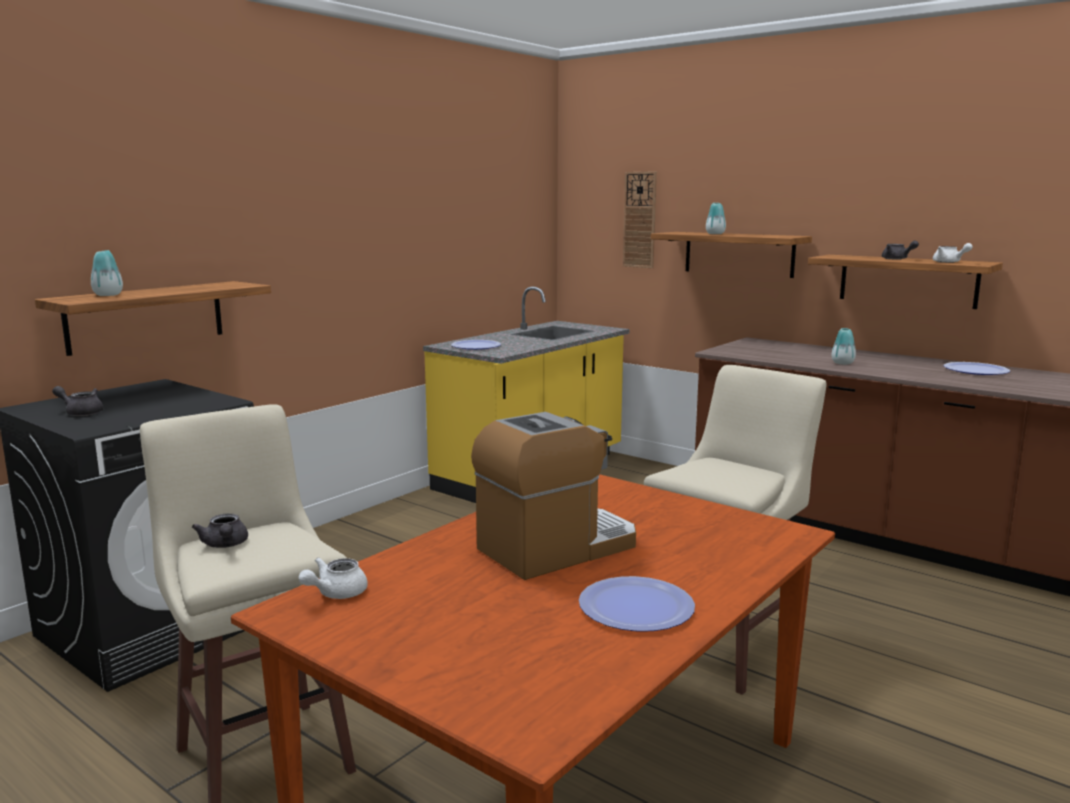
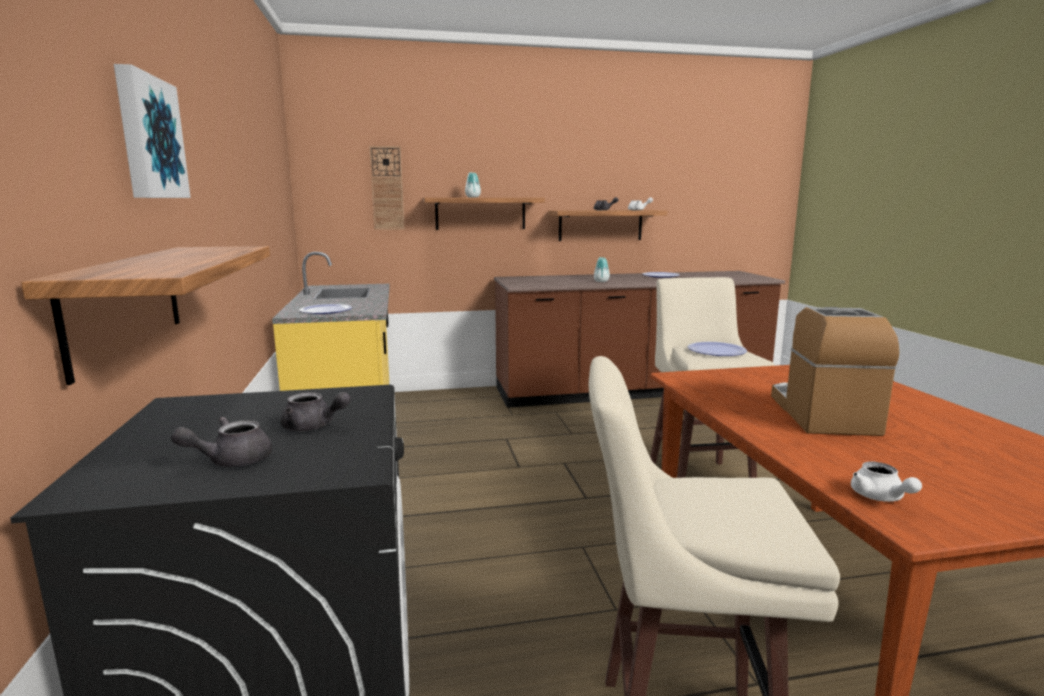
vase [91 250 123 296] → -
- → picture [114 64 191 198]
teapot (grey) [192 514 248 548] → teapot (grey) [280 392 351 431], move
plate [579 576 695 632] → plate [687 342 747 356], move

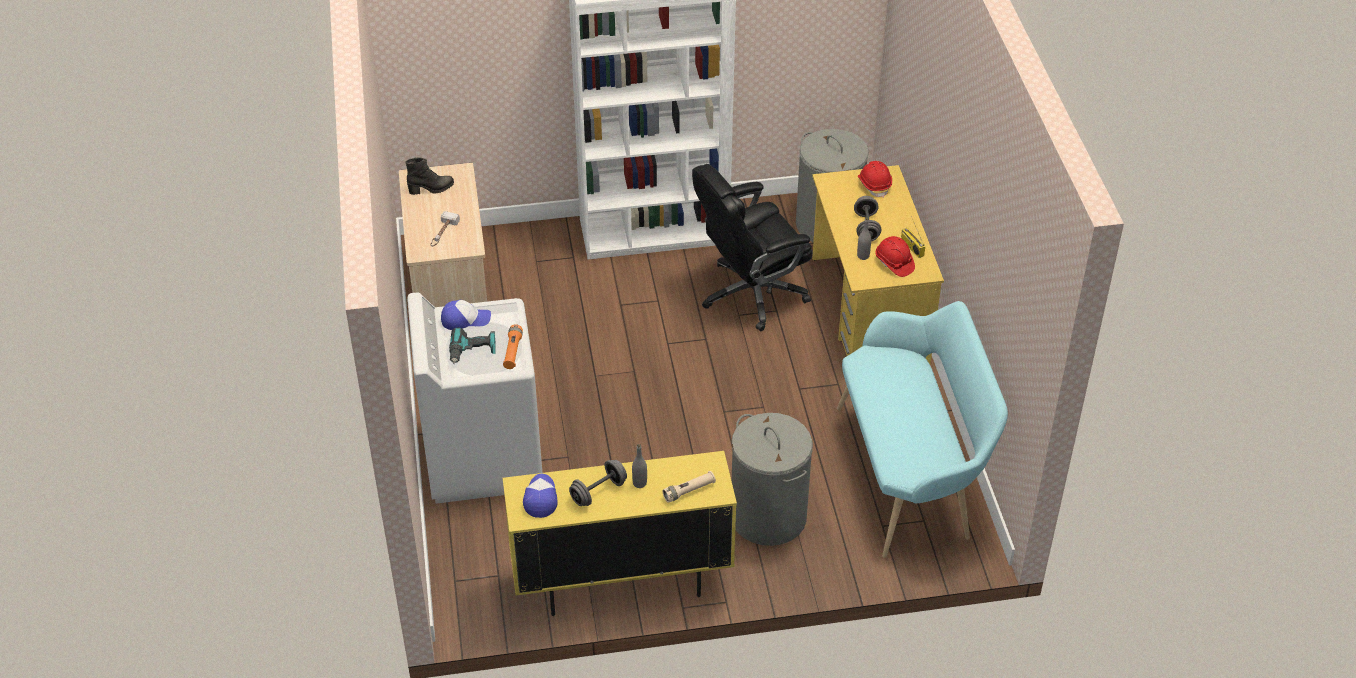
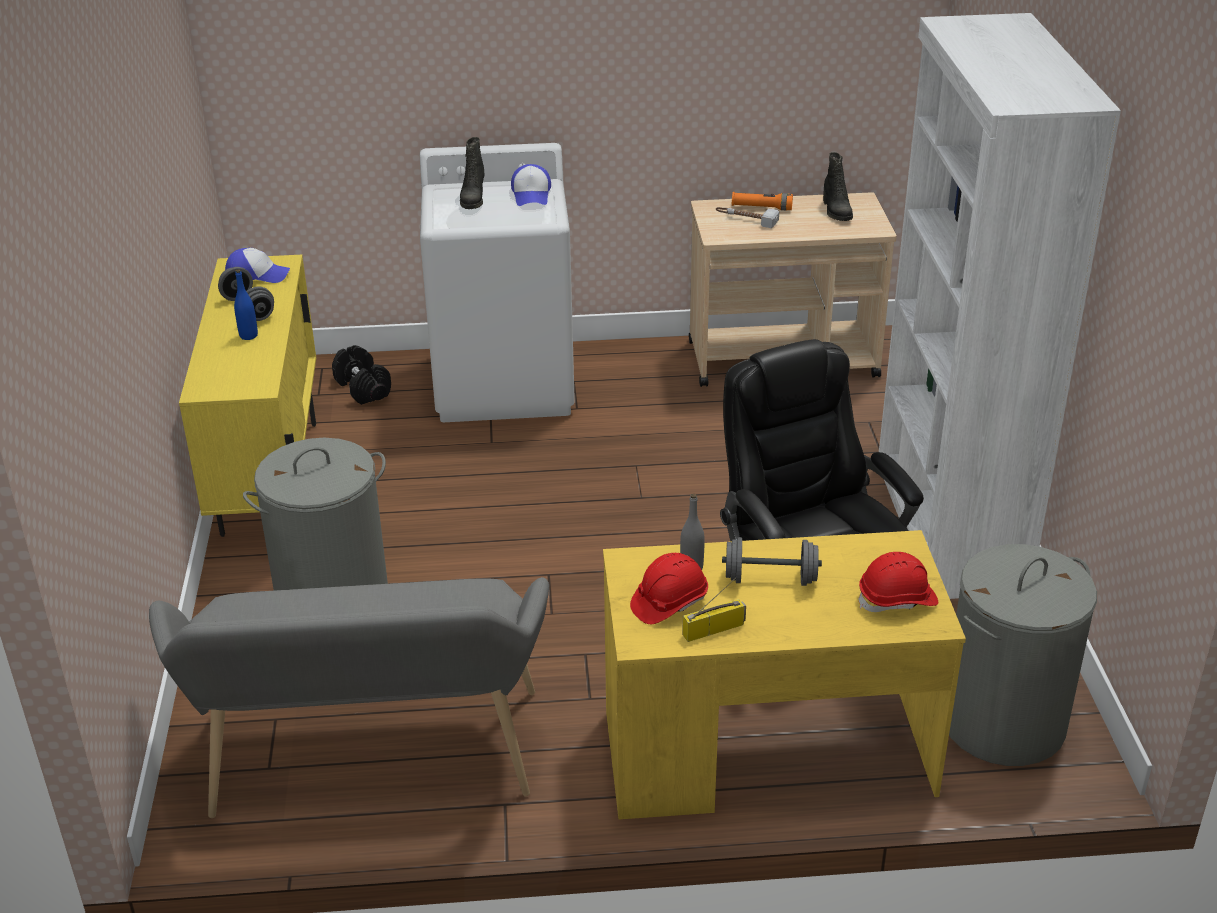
flashlight (beige) [663 471 716 502] → -
- → dumbbell (black) [332 345 391 405]
flashlight (orange) [503 324 523 369] → flashlight (orange) [732 192 793 210], move
power drill [449 327 495 364] → boot (black) [460 137 485 209]
bottle (grey) [632 444 647 488] → bottle (blue) [234 269 258 340]
bench (turquoise) [837 301 1008 558] → bench (grey) [149 577 549 818]

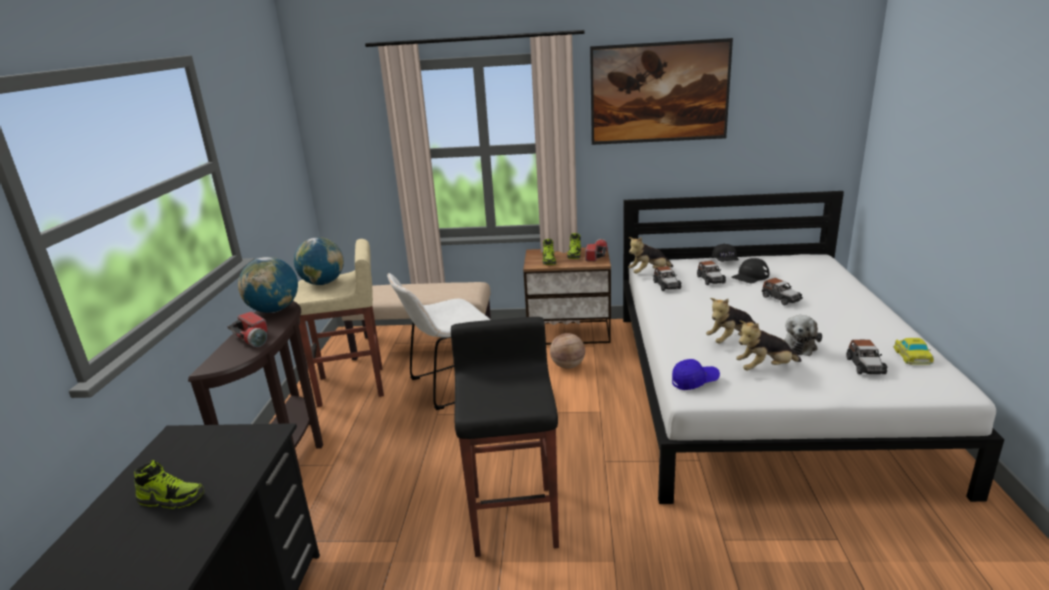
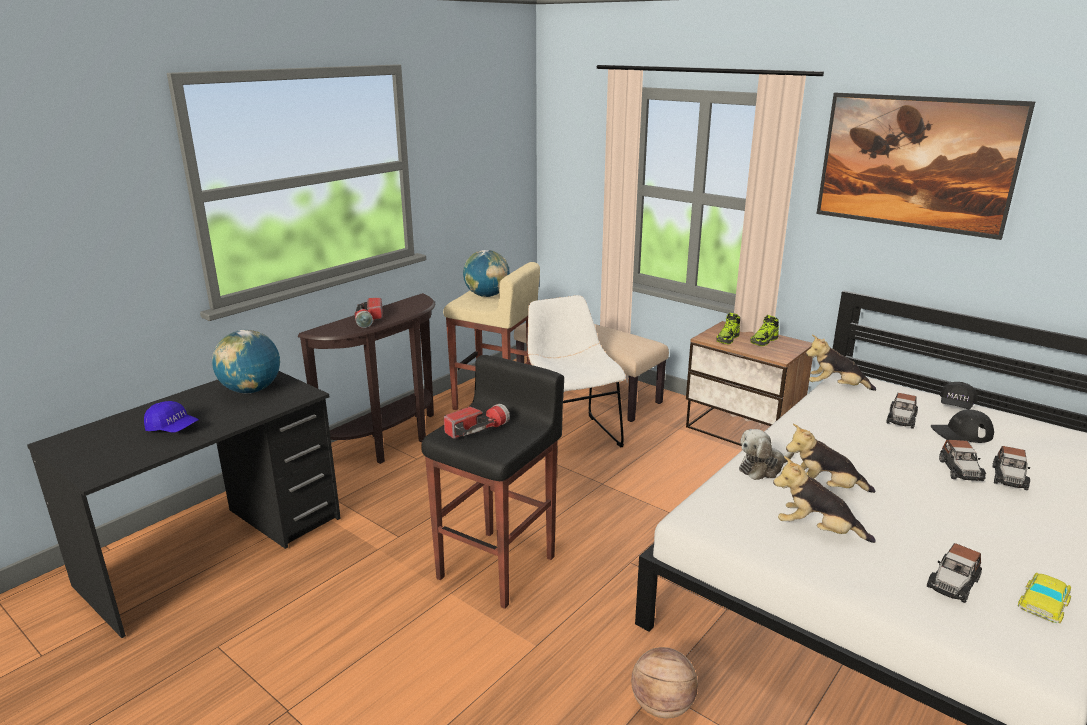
shoe [134 460 204 509] → -
globe [238 257 298 313] → globe [212 330 280 394], move
basketball [550 333 585 369] → basketball [631 647 698 718], move
flashlight [585 239 608 261] → flashlight [444 404 510 439], move
toy car [653 266 682 291] → toy car [993 446 1031 490], move
cap (blue) [672 359 720 390] → cap (blue) [144 401 199 432], move
plush toy [783 315 822 356] → plush toy [739 429 794 480], move
chair (white) [387 273 490 410] → chair (white) [527 295 626 447], 60 degrees clockwise

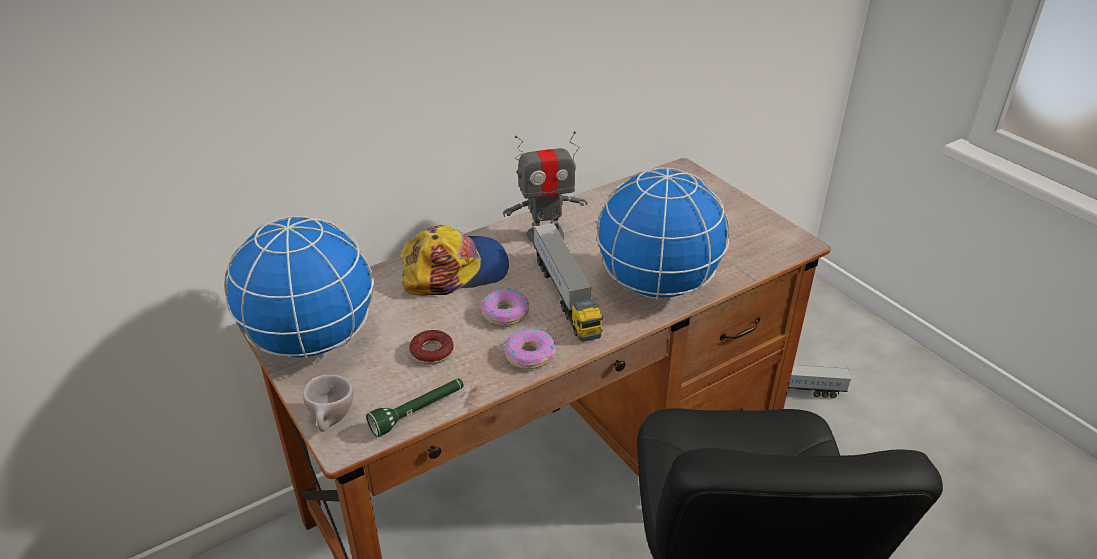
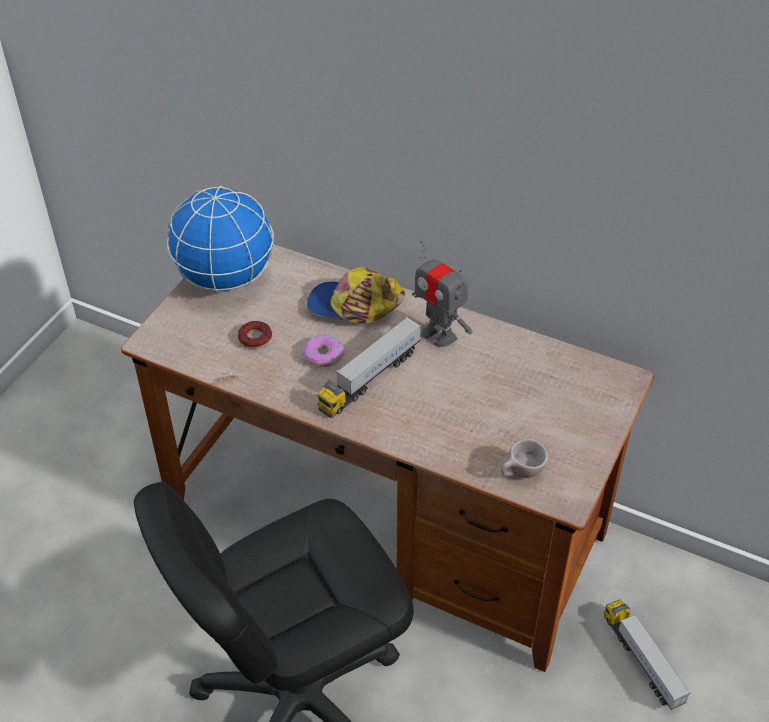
flashlight (green) [366 378 464 437] → -
donut [504 328 556 369] → -
globe [596 168 730 300] → -
cup (beige) [303 375 353 432] → cup (beige) [501 439 548 478], move
cap [400 225 509 295] → cap [307 267 405 323], 150 degrees clockwise

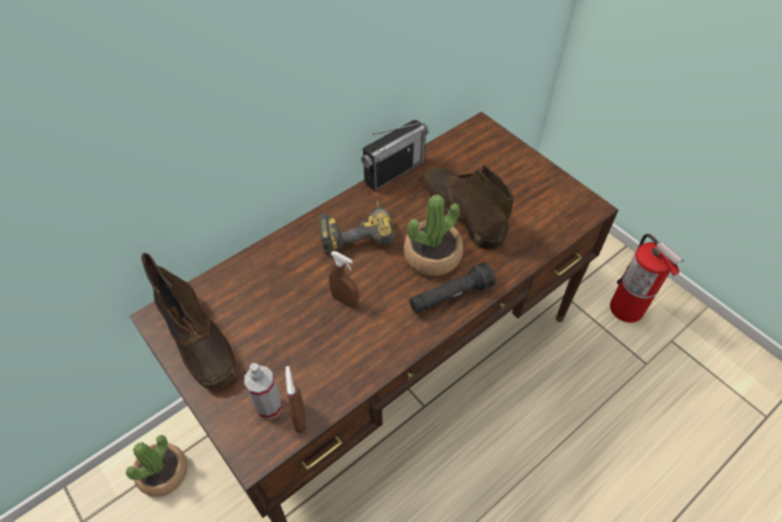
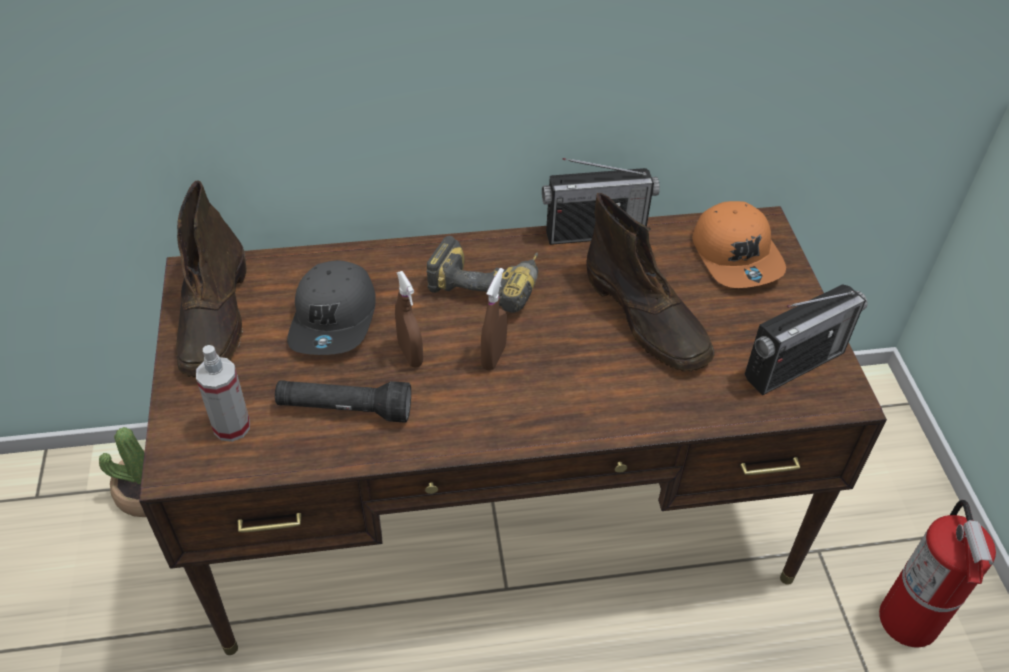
potted plant [404 194 463 276] → -
- → cap (grey) [287 260 376 355]
- → cap (orange) [692 201 786 288]
- → radio [745 284 868 396]
spray bottle (brown) [285 366 306 433] → spray bottle (brown) [481 268 507 371], move
flashlight (black) [409 262 496 313] → flashlight (black) [275 380 411 423], move
boot (brown) [423 165 514 250] → boot (brown) [587 193 715 372], 150 degrees clockwise

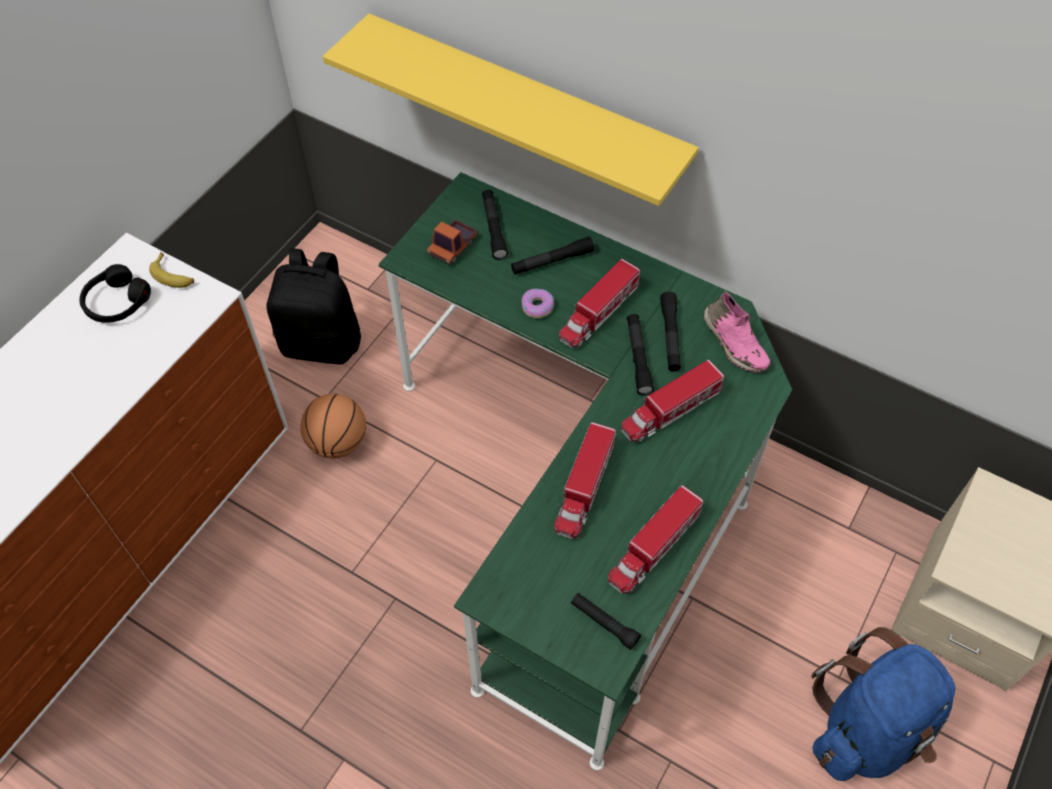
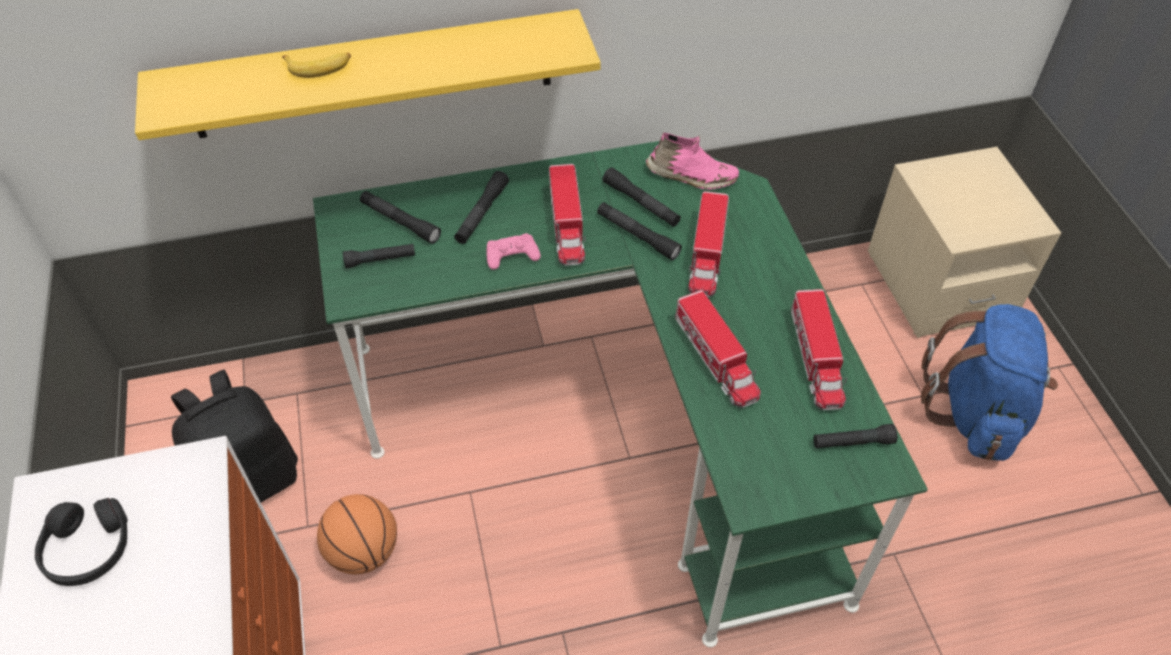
banana [149 252 194 288] → banana [282 52 351 78], move
toy truck [427 219 477 265] → flashlight (black) [343 244 415 268]
donut [522 289 554 318] → game controller (pink) [486 233 541 270]

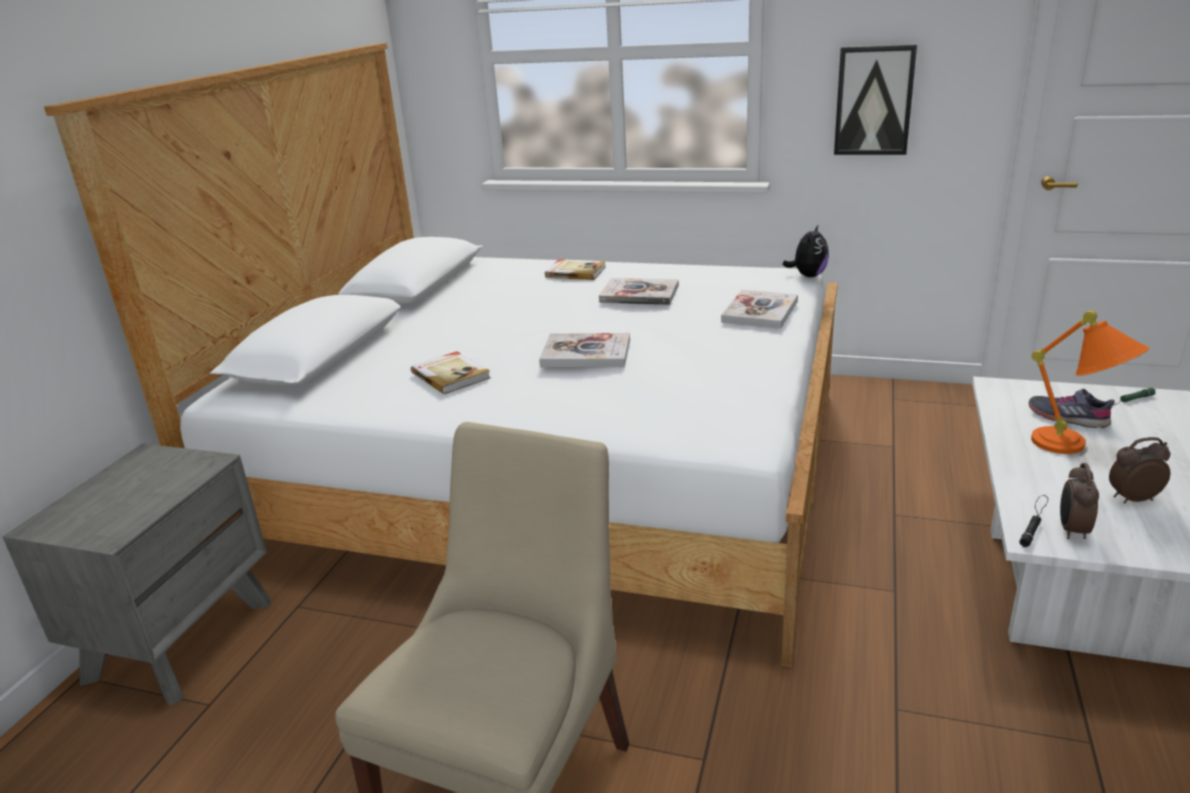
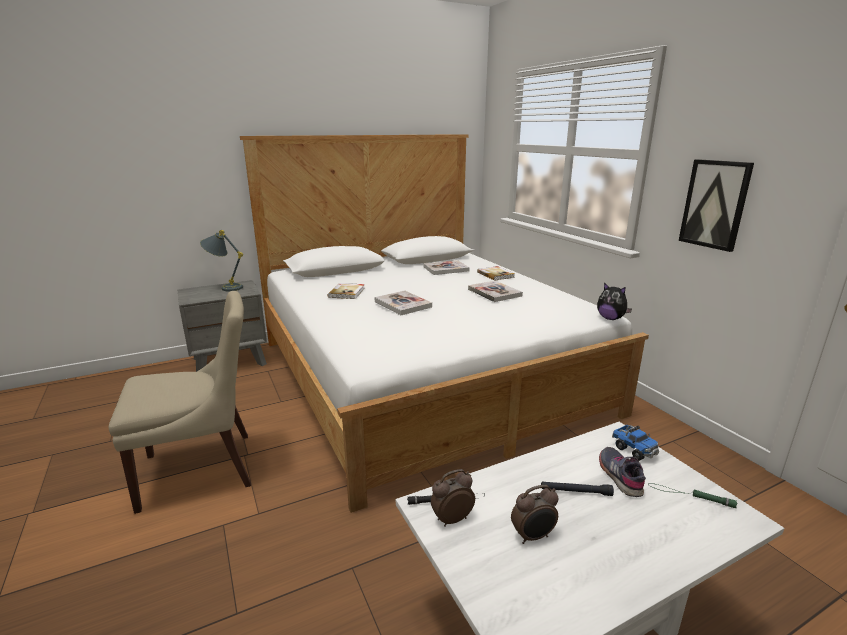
- → table lamp (grey) [200 230 243 291]
- → toy truck [612 425 659 461]
book [721 290 798 329] → book [424 260 470 275], move
table lamp (orange) [1031 310 1150 454] → flashlight (black) [541 481 614 496]
plush toy [783 224 829 277] → plush toy [597 282 632 320], 60 degrees clockwise
alarm clock [1109 437 1170 504] → alarm clock [511 485 559 544], 120 degrees clockwise

